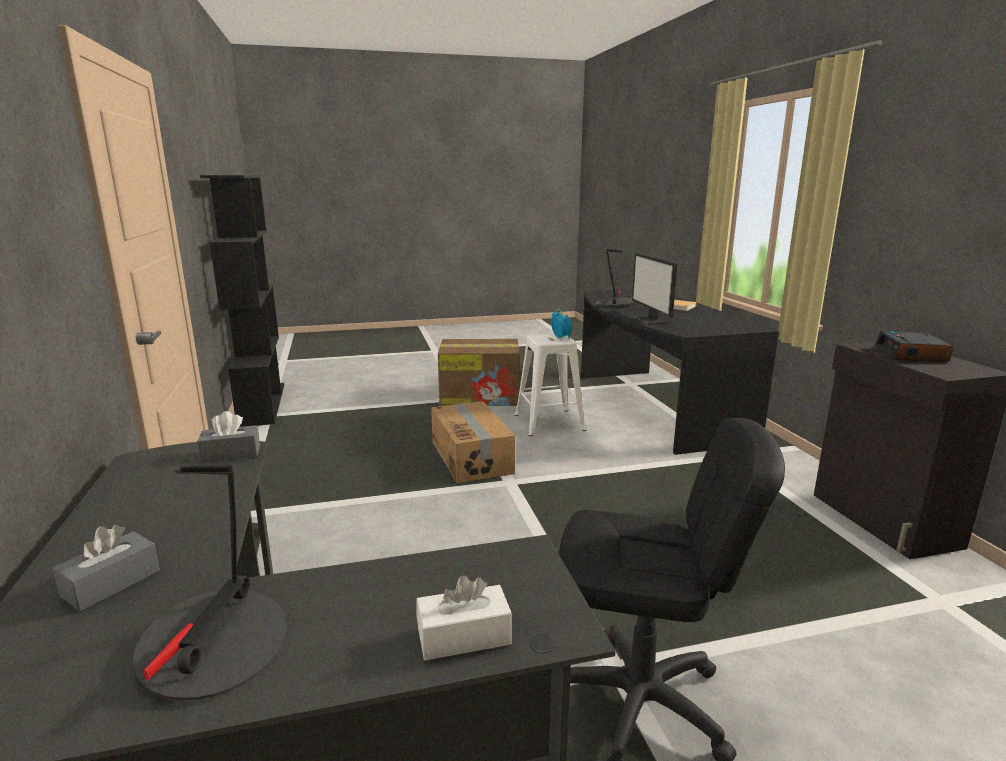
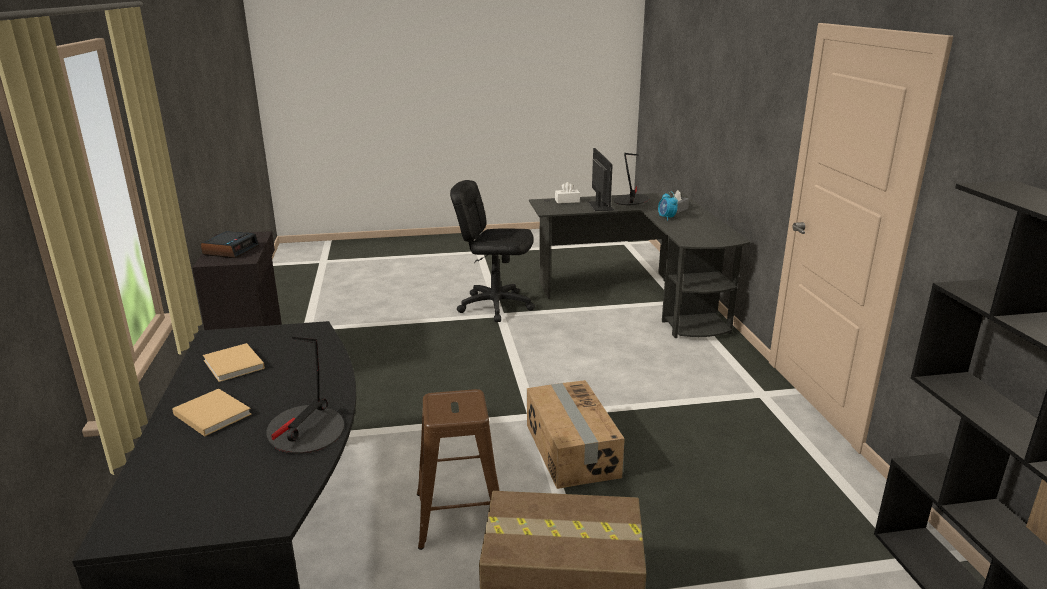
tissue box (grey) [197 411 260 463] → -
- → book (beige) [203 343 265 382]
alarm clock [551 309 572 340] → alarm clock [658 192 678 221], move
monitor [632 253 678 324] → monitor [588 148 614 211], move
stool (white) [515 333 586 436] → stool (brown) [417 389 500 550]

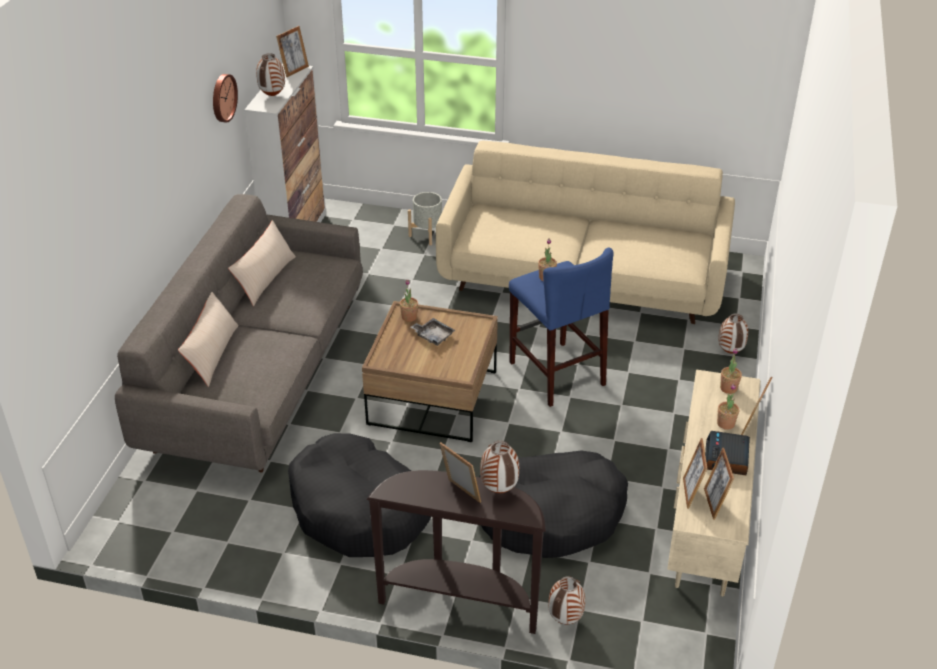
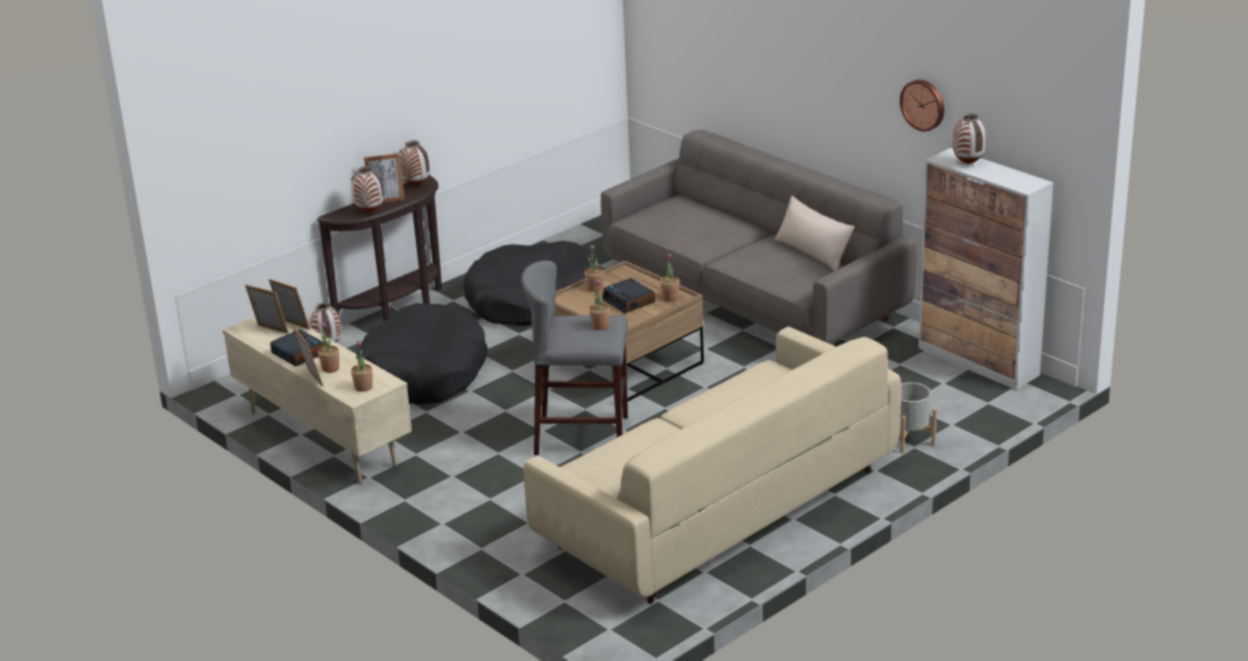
pillow (beige) [178 292 238 387] → -
picture frame [276 26 309 77] → -
- → potted plant [585 245 604 292]
vase [718 314 748 354] → vase [399 141 430 186], move
tray (grey) [411 318 455 346] → alarm clock [602 278 655 313]
stool (blue) [509 248 614 407] → stool (grey) [521 260 628 455]

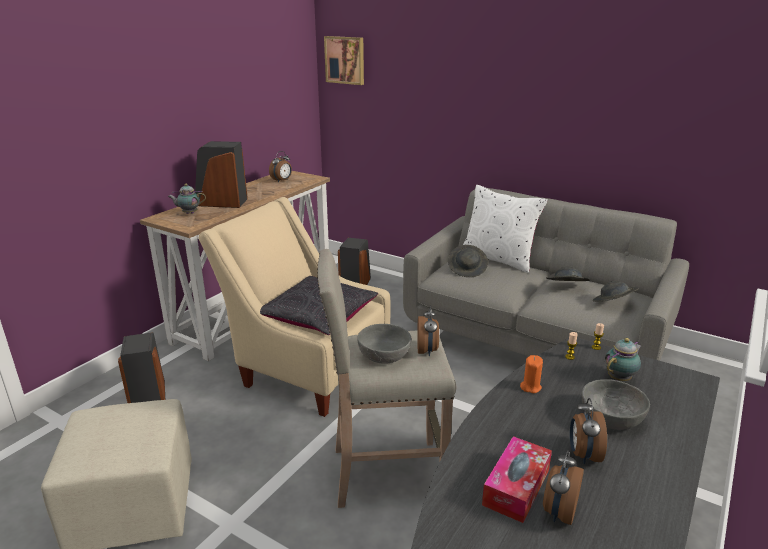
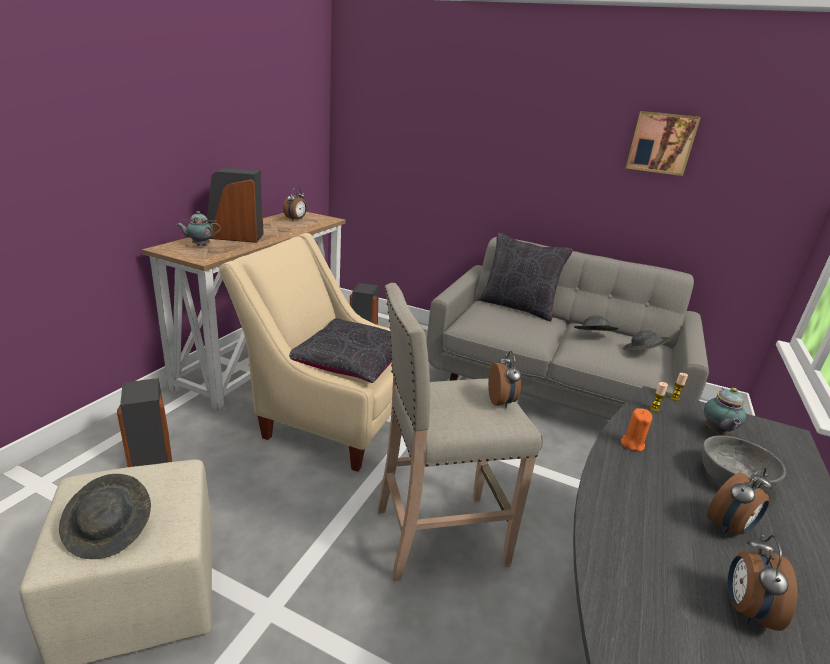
bowl (grey) [357 324 411 364] → -
tissue box [482 436 552 523] → -
picture [324 36 364 85] → picture [626 111 701 176], move
hat (grey) [448 245 488 277] → hat (grey) [59 474 151 559], move
pillow (white) [463 185 548 273] → pillow (black) [478 233 573 321]
alarm clock [570 398 607 464] → alarm clock [707 467 773 534], 120 degrees counterclockwise
teapot [605 338 642 381] → teapot [704 388 746 434], 150 degrees clockwise

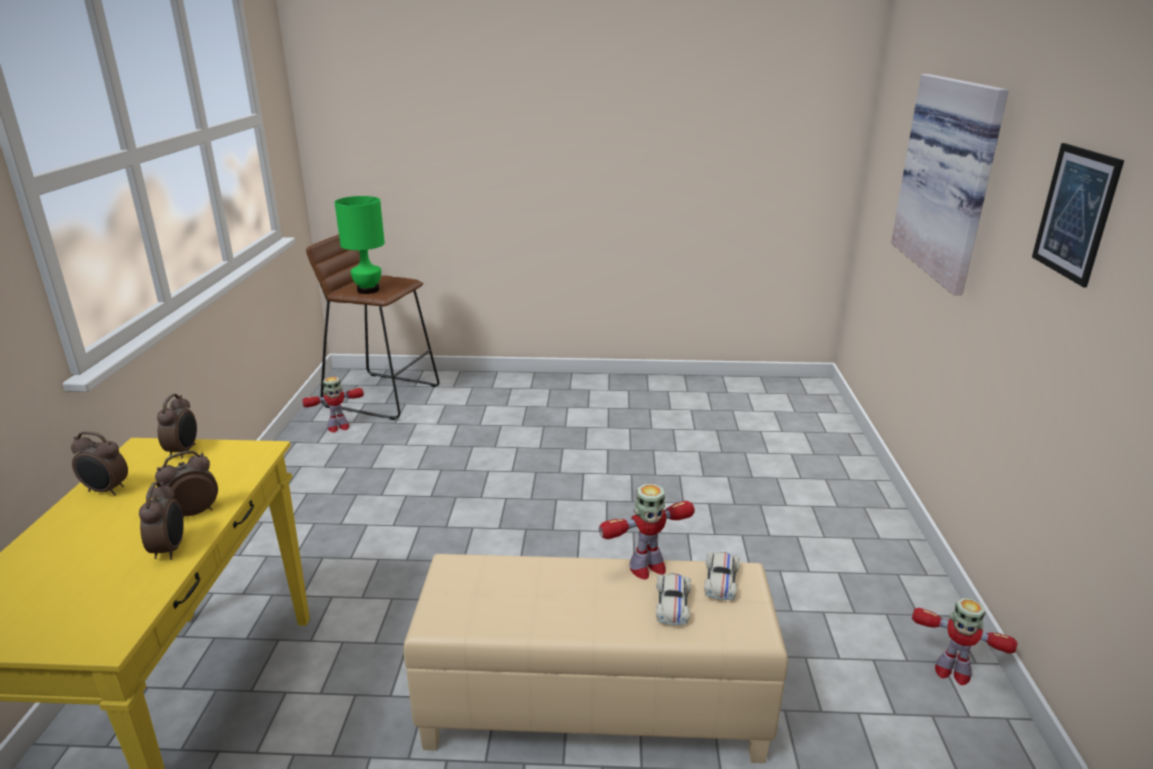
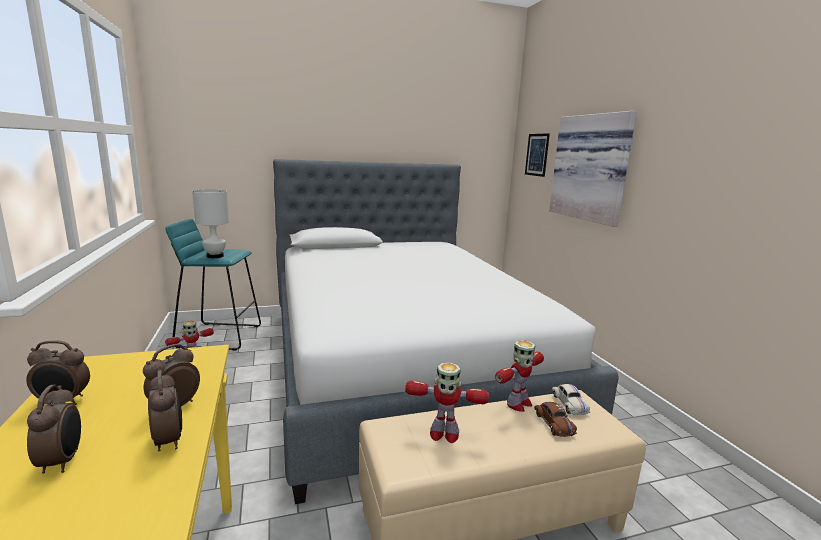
- → bed [273 159 618 504]
alarm clock [157 394 197 458] → alarm clock [27 384 81 473], move
toy robot [912 598 1018 685] → toy robot [405 362 489 443], move
picture [1032 143 1124 287] → picture [525 133 550 177], move
stool (brown) [306 234 439 420] → stool (turquoise) [165 219 261 351]
table lamp (green) [335 196 385 294] → table lamp (white) [192 189 229 258]
toy car (white) [656 573 691 626] → toy car (brown) [534 402 577 437]

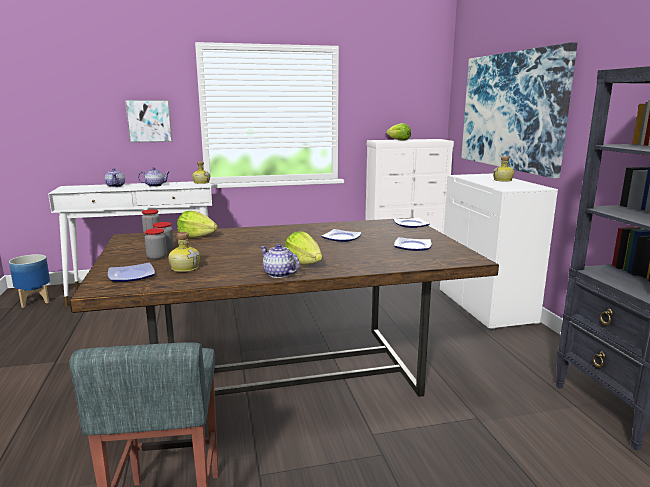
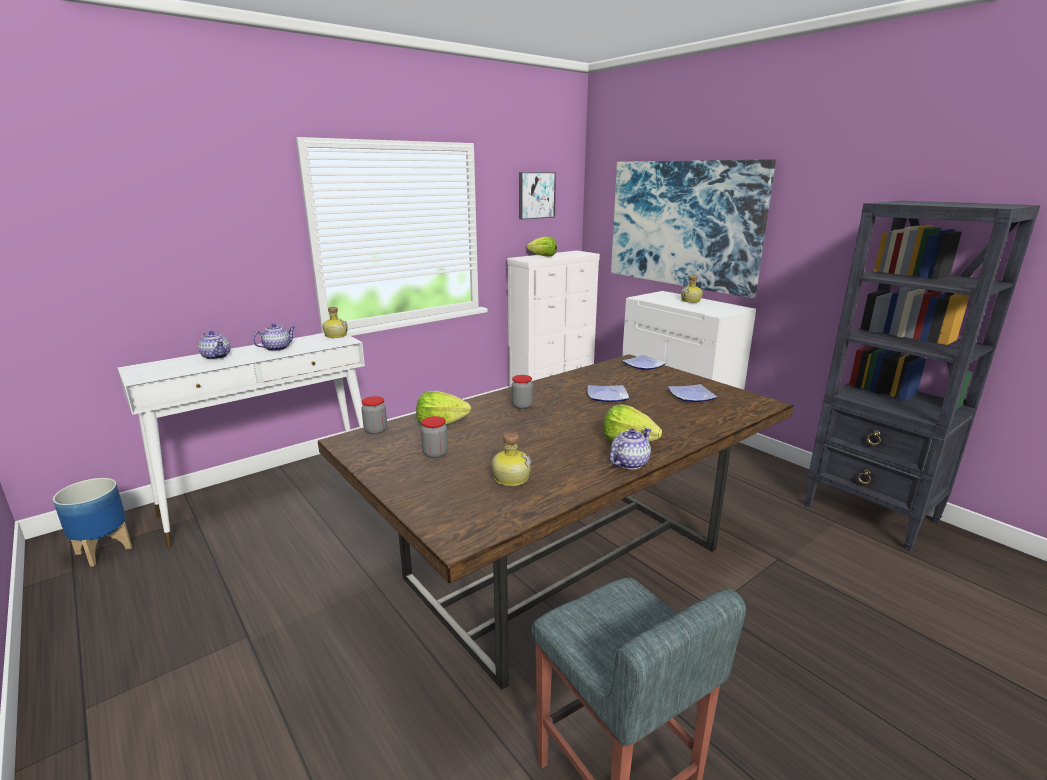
plate [108 263 155 282] → -
picture [125 100 172 143] → picture [519 172 556 219], move
jar [145 228 167 260] → jar [512 375 533 409], move
teapot [260 244 300 278] → teapot [610 428 651 470], 120 degrees clockwise

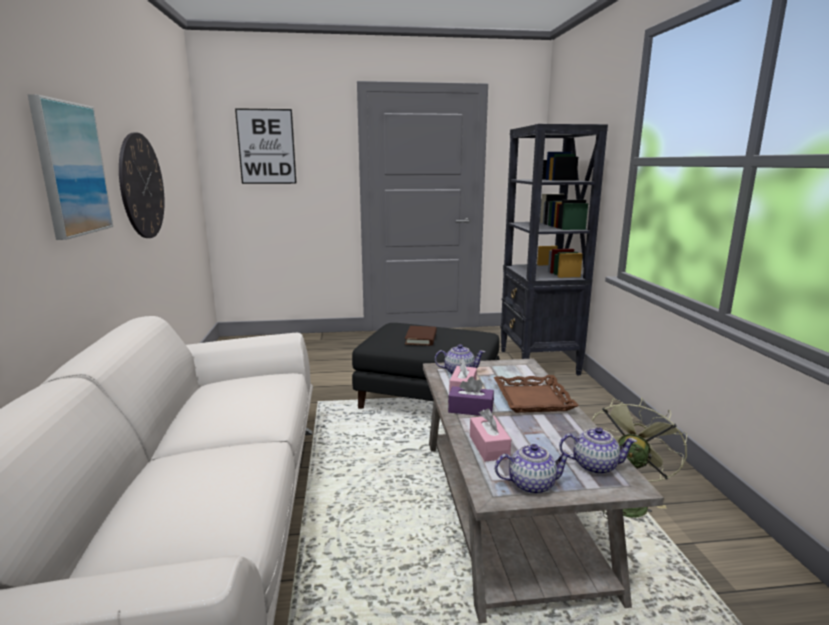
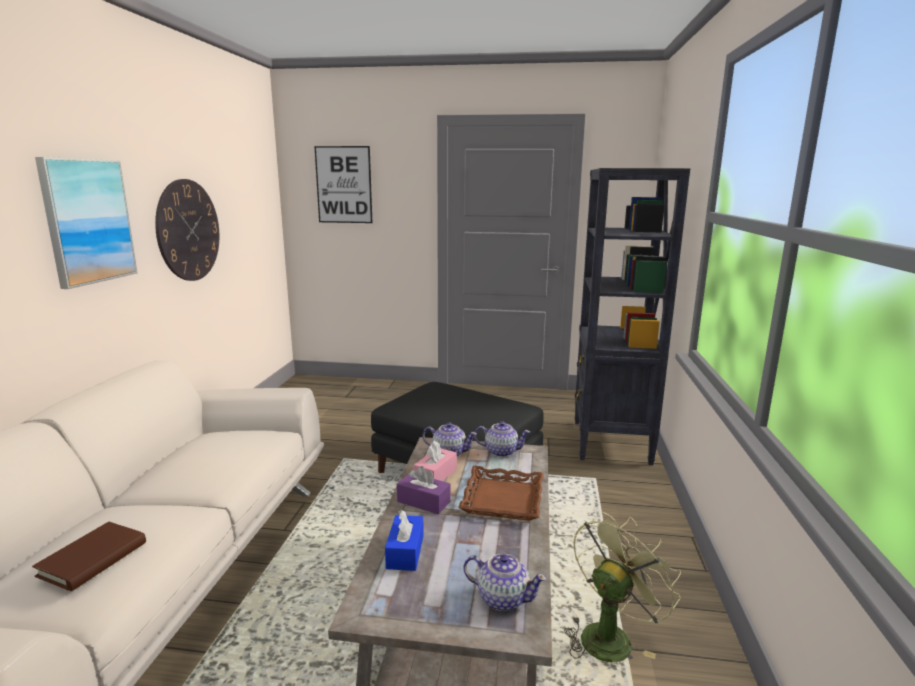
book (brown) [405 326 437 346] → book (brown) [32 522 146 591], move
teapot [495 444 572 494] → teapot [474 421 530 457], move
tissue box (pink) [470 409 511 461] → tissue box (blue) [385 510 424 571]

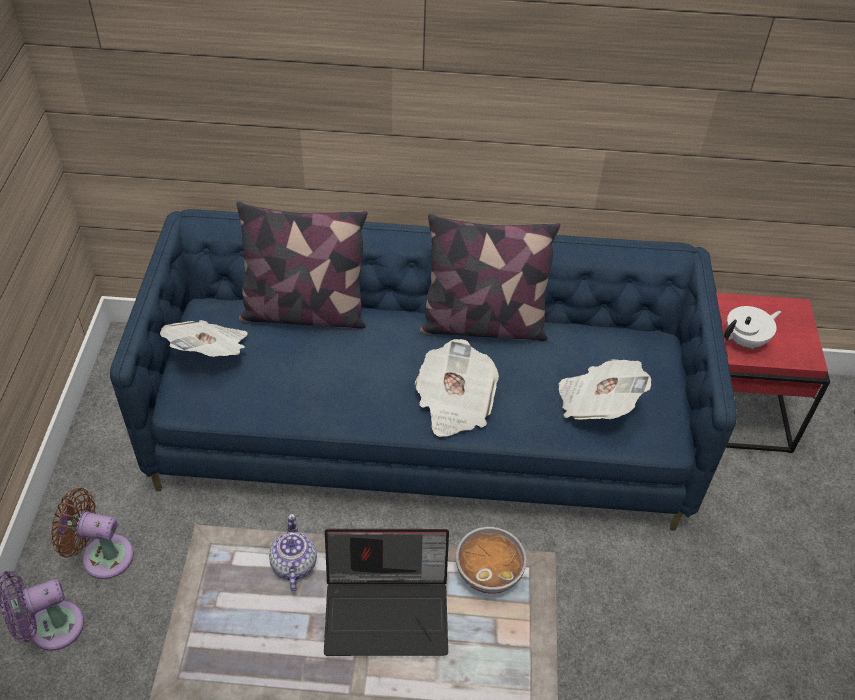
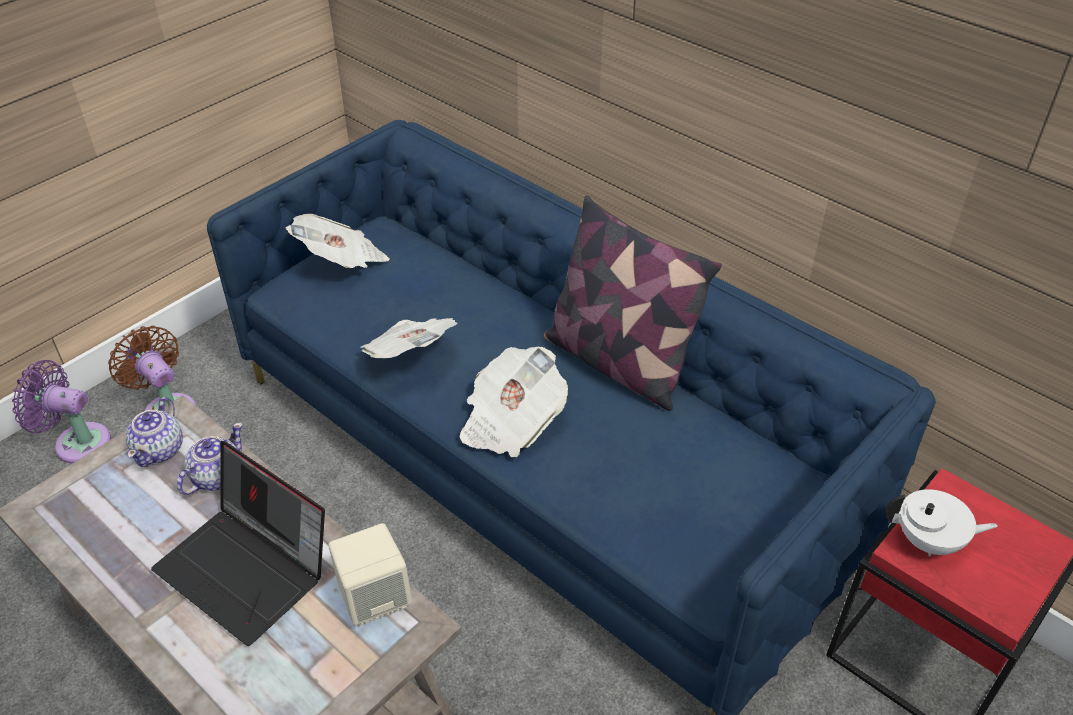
pillow [236 202 368 329] → -
- → teapot [126 397 183 467]
newspaper [558 359 651 420] → newspaper [360 318 458 358], move
bowl [456 527 527 594] → speaker (beige) [328 523 412 626]

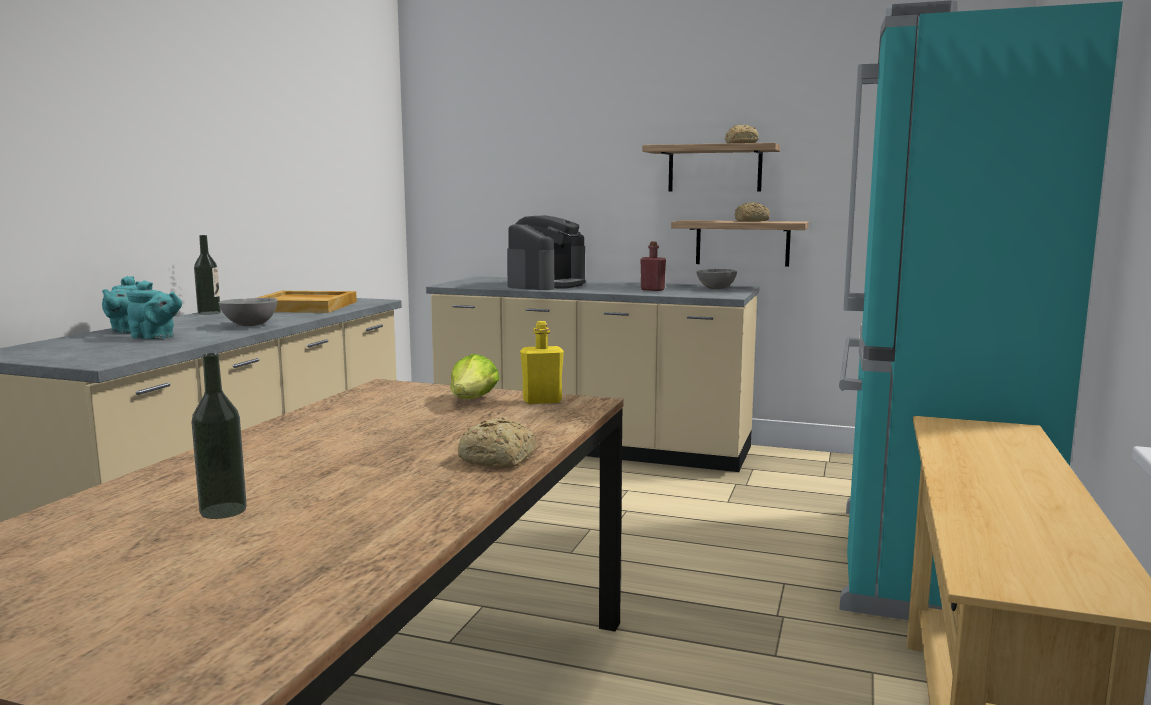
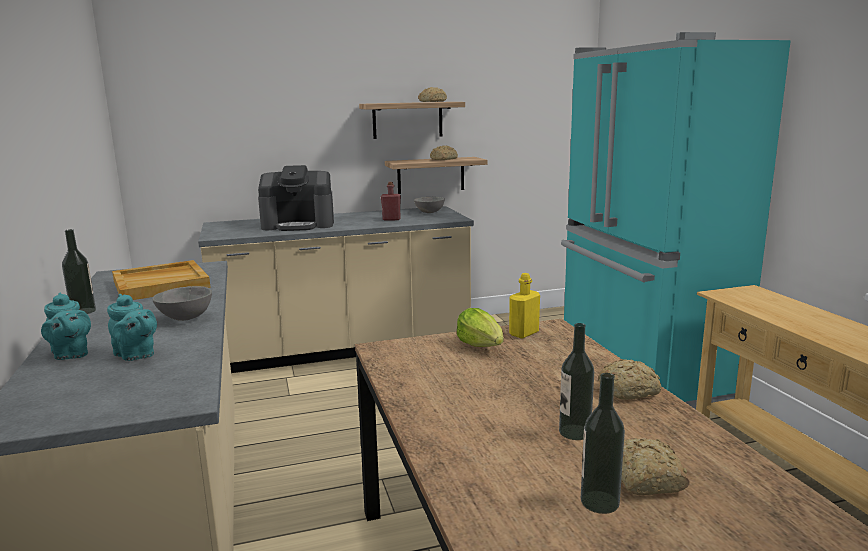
- → bottle [559 323 594 440]
- → bread [621 438 690 495]
teapot (turquoise) [127 280 182 339] → teapot (turquoise) [107 294 157 361], 60 degrees clockwise
coffee machine [507 215 585 290] → coffee machine [258 165 334 231], 90 degrees clockwise

